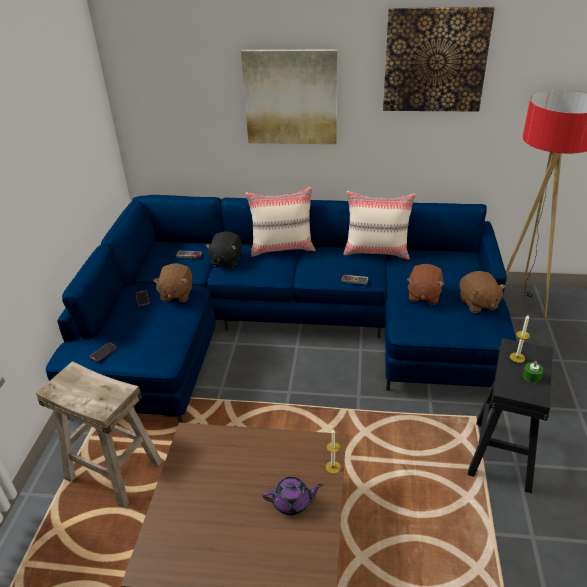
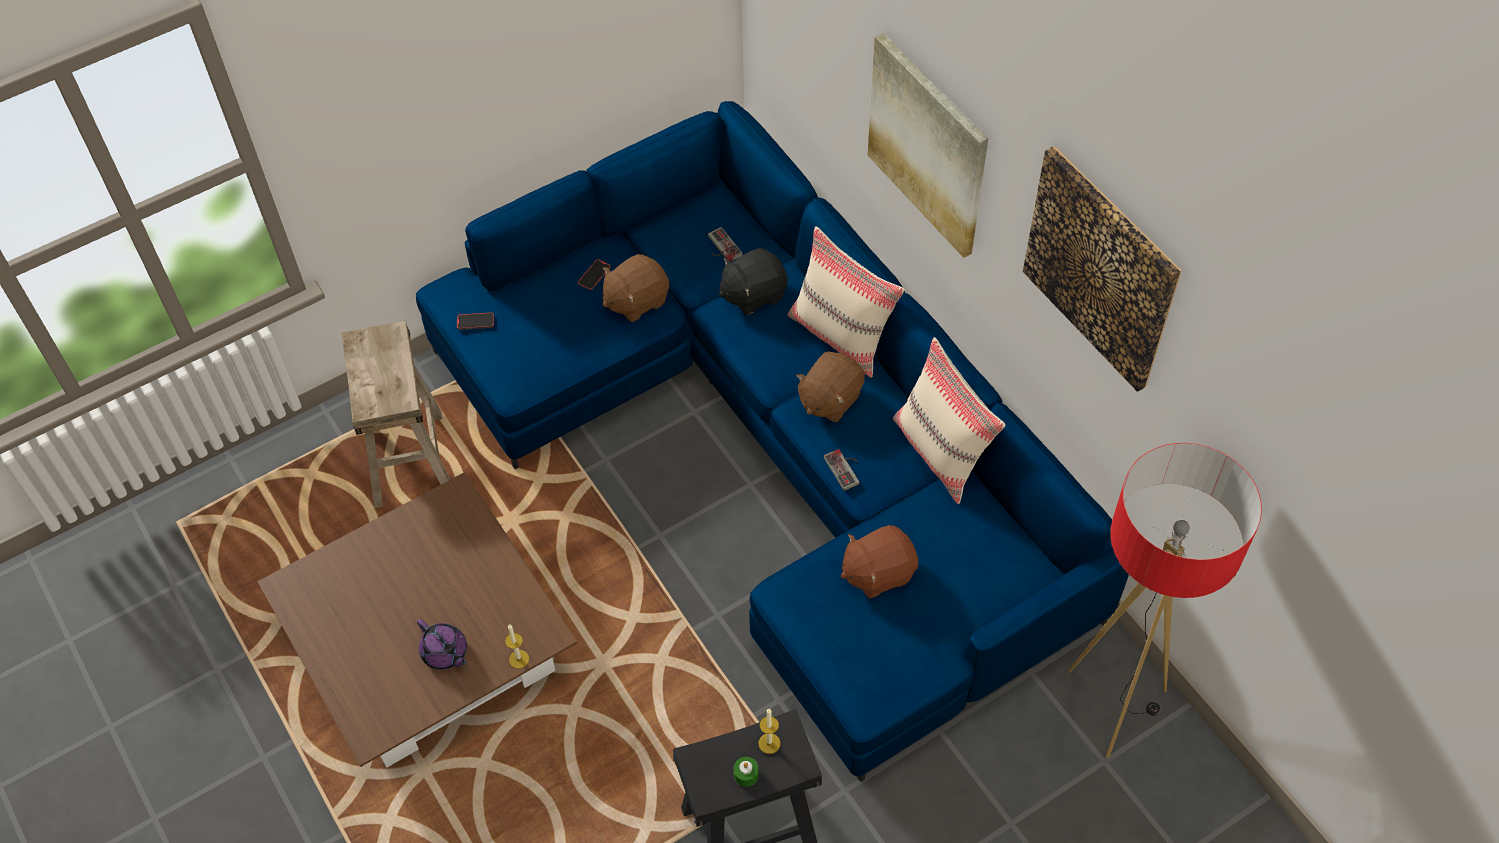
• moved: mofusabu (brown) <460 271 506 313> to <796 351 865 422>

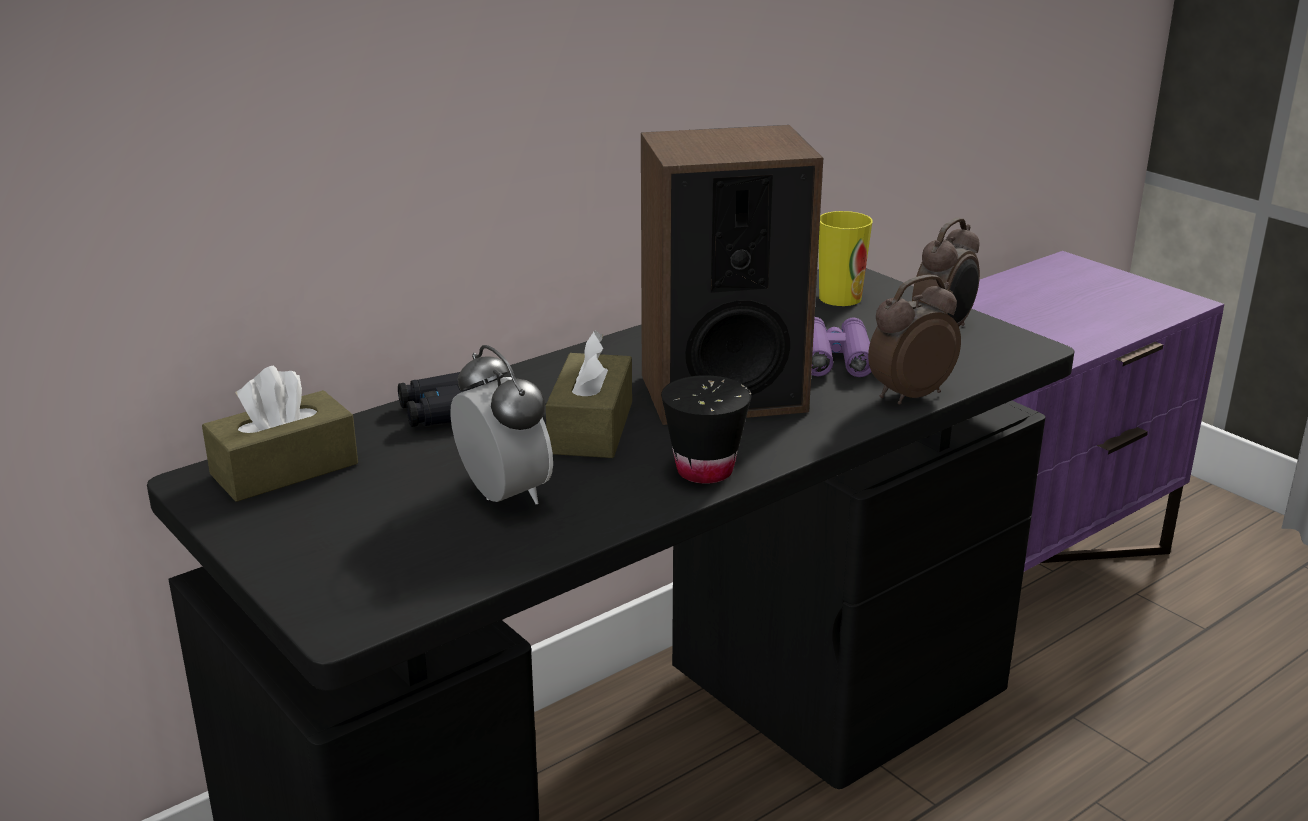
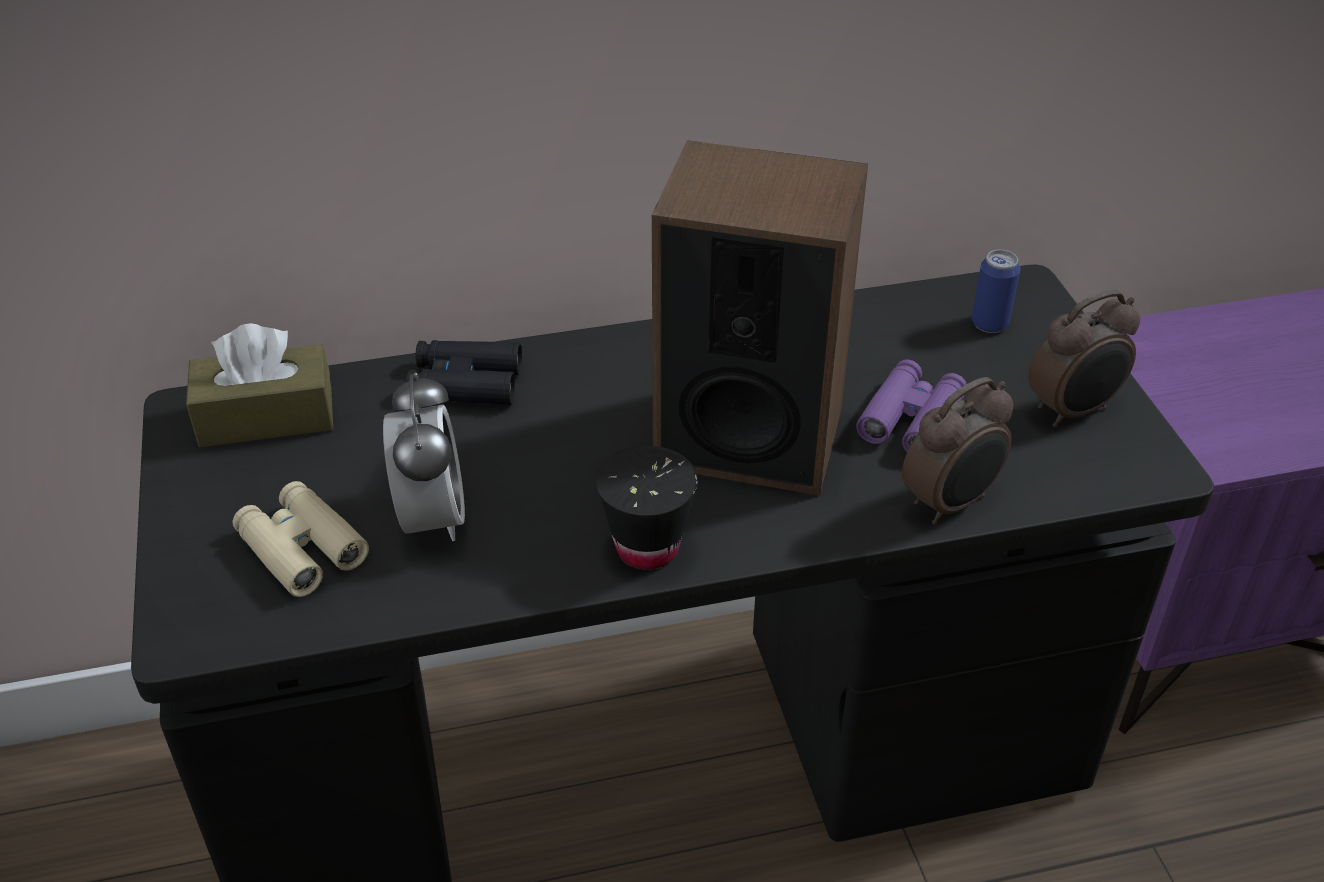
• removed: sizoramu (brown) <546 330 632 458>
• added: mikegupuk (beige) <232 481 369 597>
• replaced: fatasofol <819 211 873 306> to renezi <972 250 1020 333>
• turned: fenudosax <868 274 961 405> = <902 377 1013 525> 150 degrees clockwise

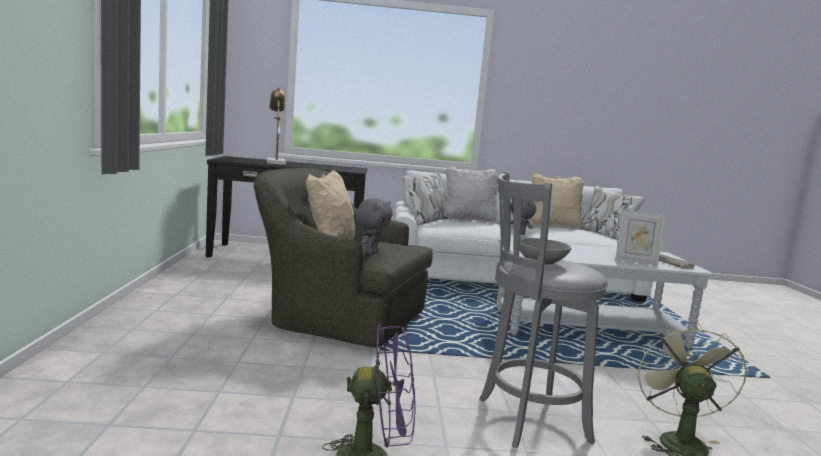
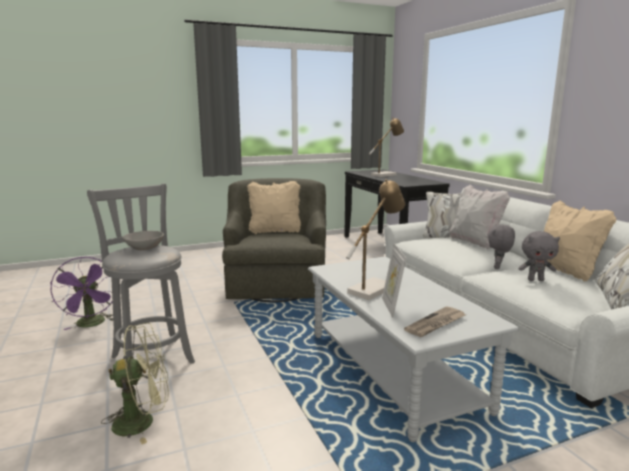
• added: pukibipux <346 179 405 300>
• moved: mofusabu (grey) <356 198 393 254> to <518 231 560 281>

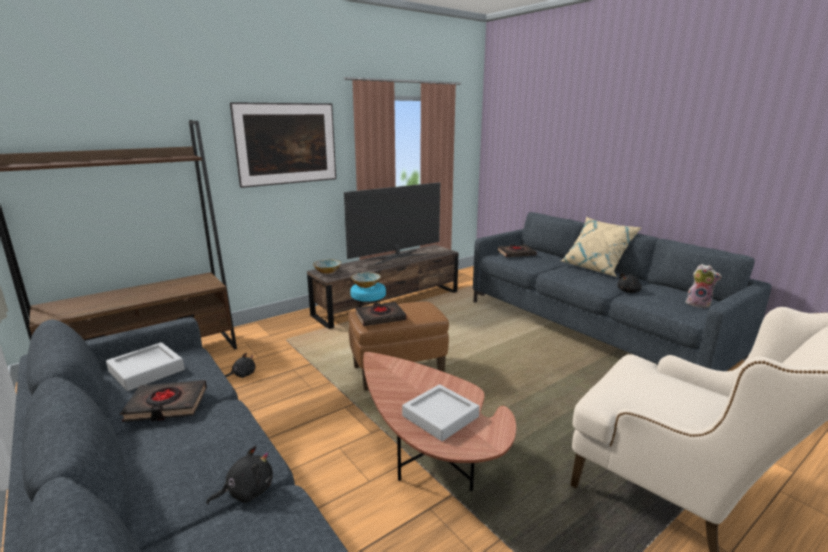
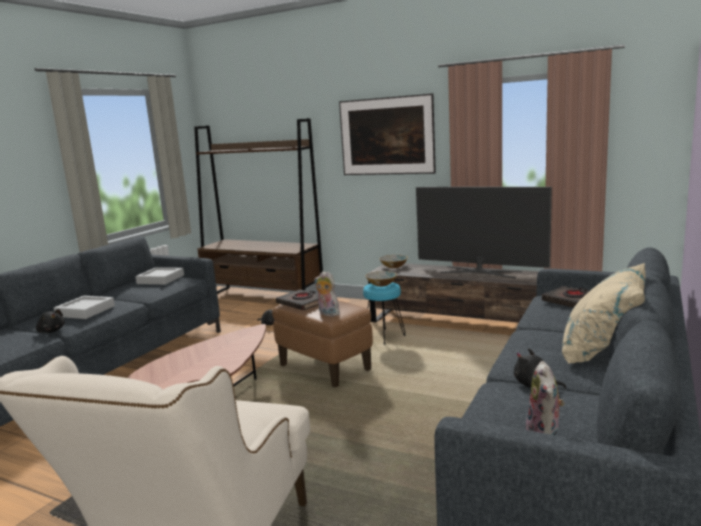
• removed: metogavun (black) <120 380 207 422>
• added: mofusabu <315 271 340 317>
• moved: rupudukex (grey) <402 384 480 441> to <54 296 115 319>

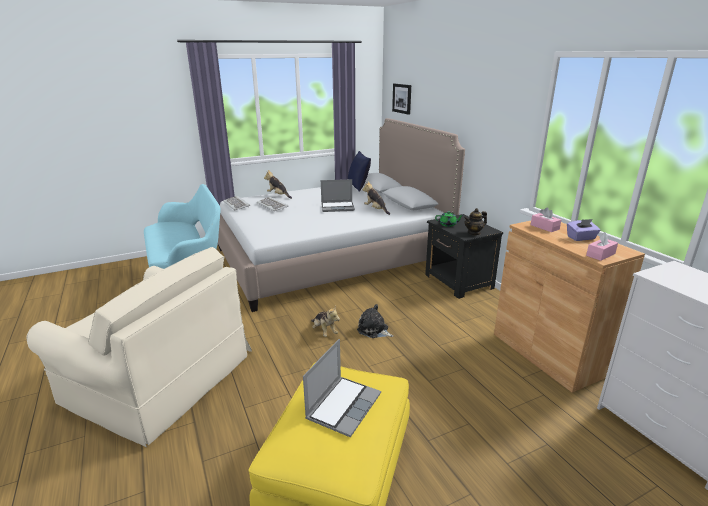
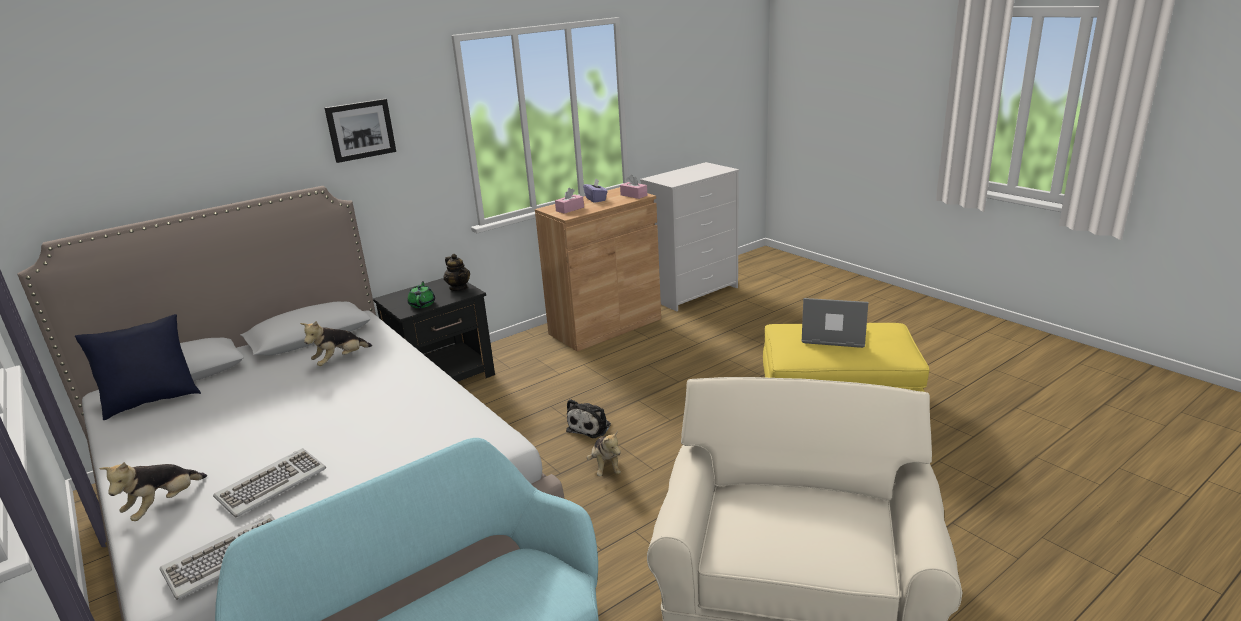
• removed: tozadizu <321 179 355 212>
• moved: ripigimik <392 84 411 115> to <324 99 396 163>
• turned: mofusabu <311 306 340 337> = <587 430 621 476> 120 degrees clockwise

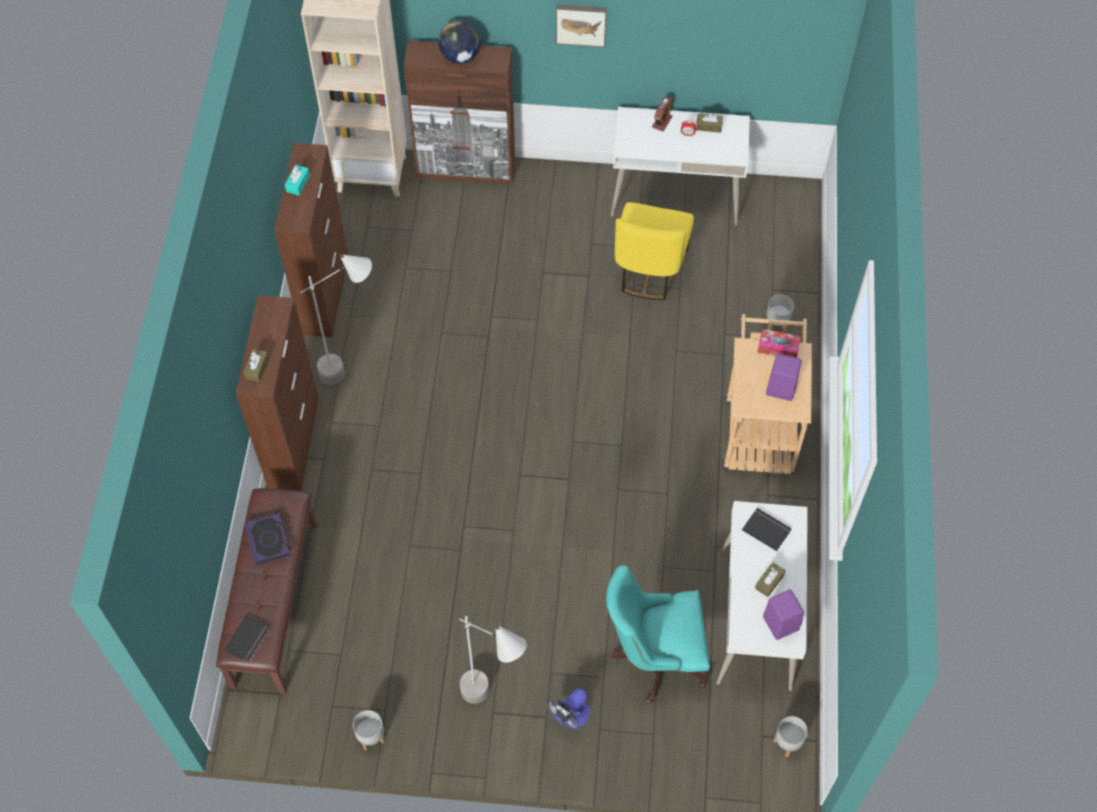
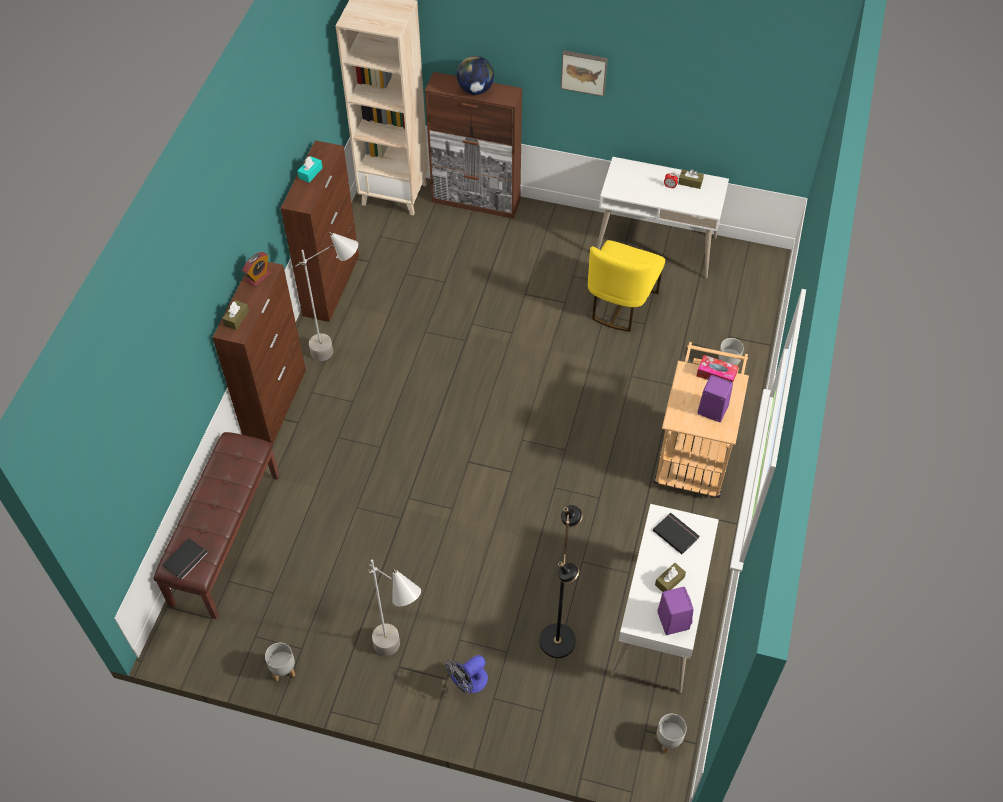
• removed: metogavun <245 513 291 566>
• moved: fenudosax <652 97 673 132> to <242 252 271 287>
• replaced: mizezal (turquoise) <606 565 710 704> to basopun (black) <539 505 583 658>

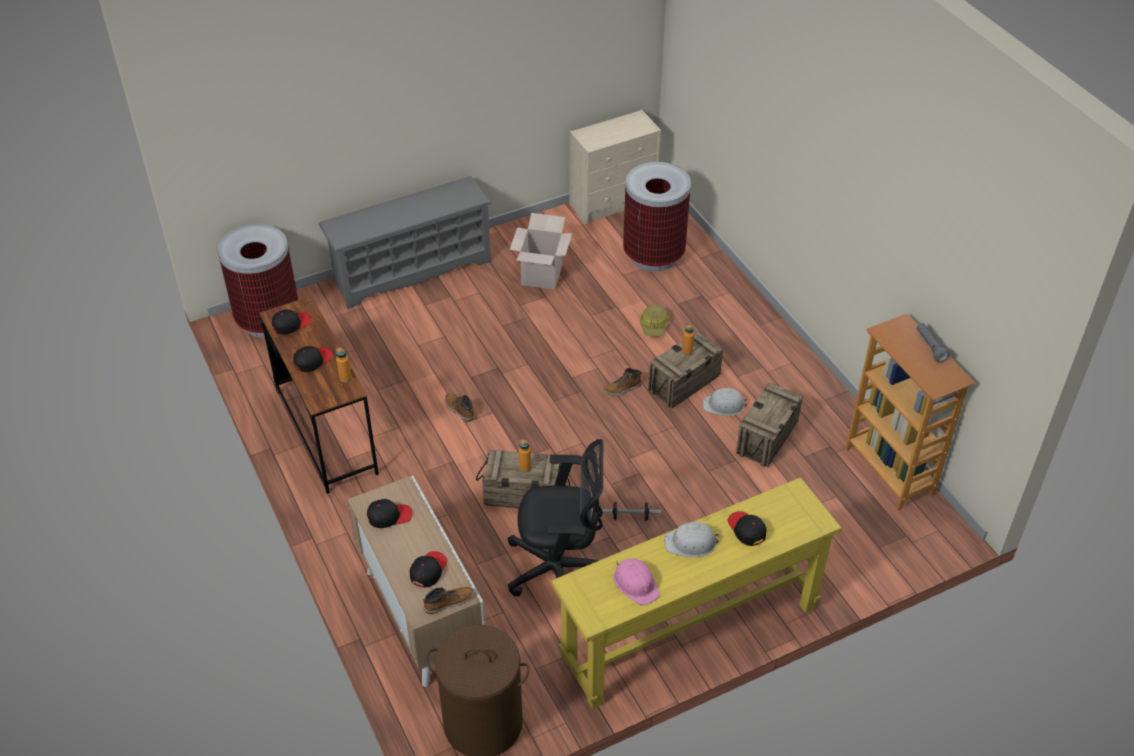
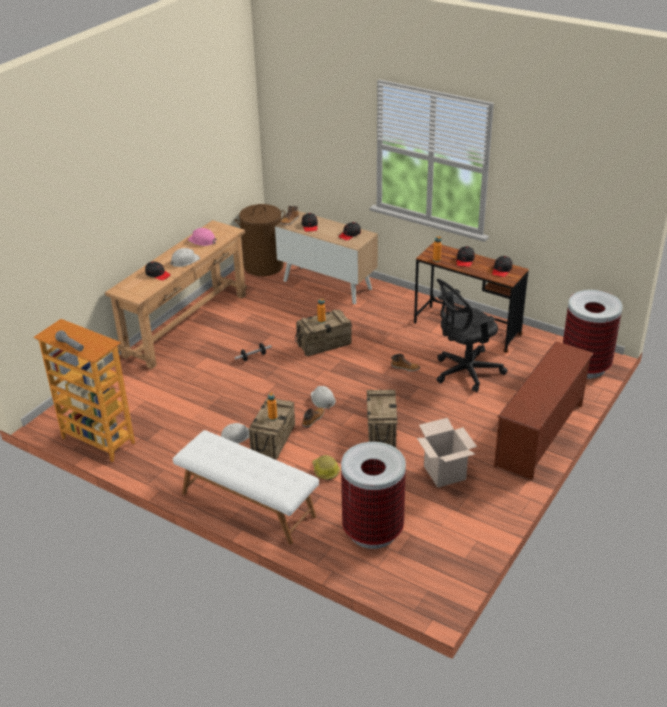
• removed: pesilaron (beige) <570 110 661 226>
• added: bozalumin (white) <173 430 319 545>
• added: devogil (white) <311 386 336 409>
• moved: mizezal (black) <508 439 603 596> to <436 279 508 392>
• moved: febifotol <736 382 803 467> to <367 389 398 448>
• recoloured: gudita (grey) <318 176 492 309> to gudita (brown) <494 341 594 480>
• recoloured: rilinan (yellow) <551 477 842 709> to rilinan (brown) <105 220 247 369>

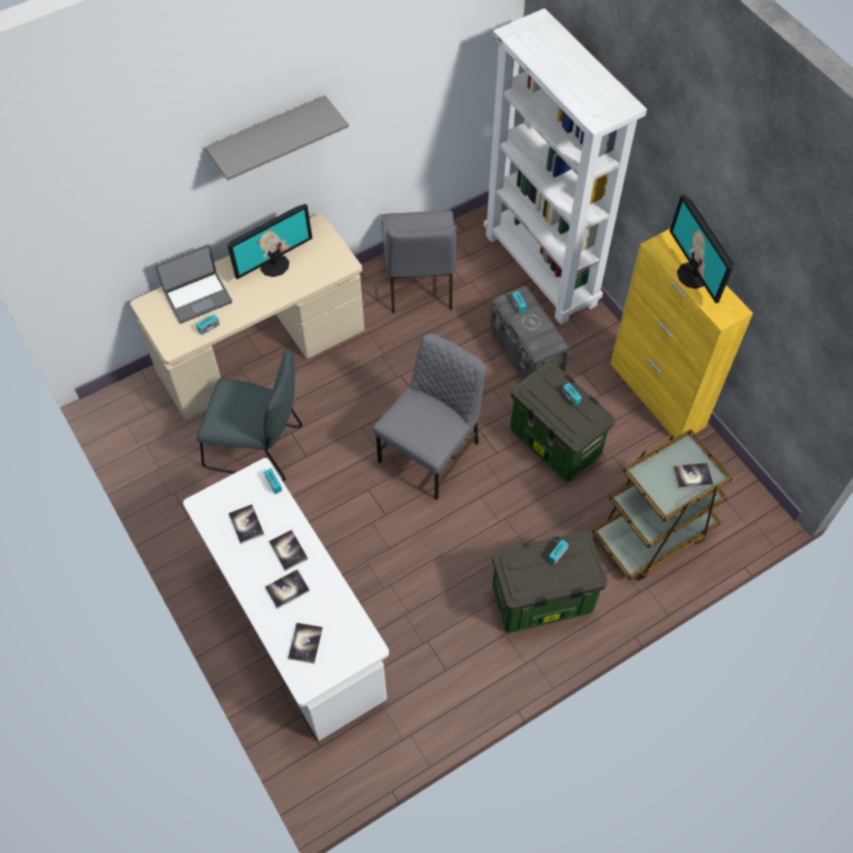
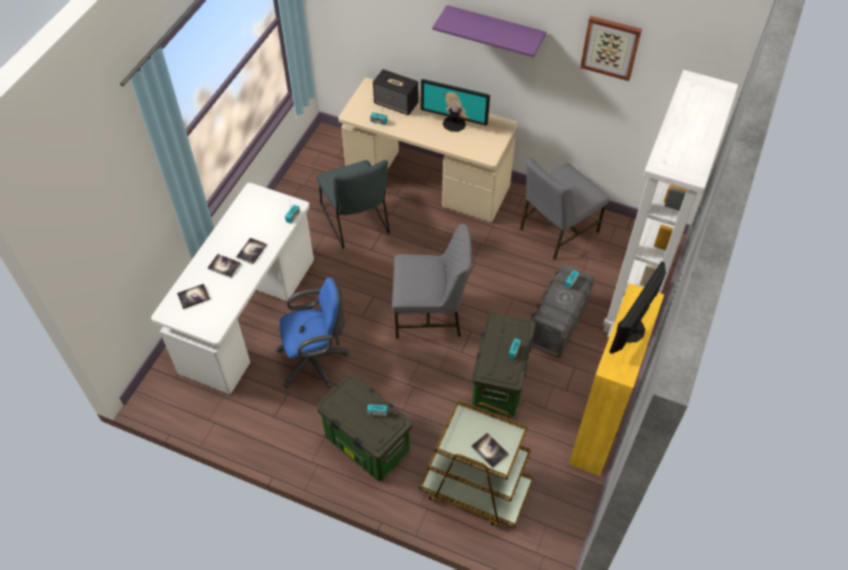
• removed: metogavun <228 504 264 544>
• added: mizezal (blue) <276 277 349 388>
• added: ripigimik <580 16 642 81>
• replaced: tozadizu <155 244 232 324> to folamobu <373 69 418 115>
• recoloured: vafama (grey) <205 95 349 181> to vafama (purple) <432 5 546 57>

